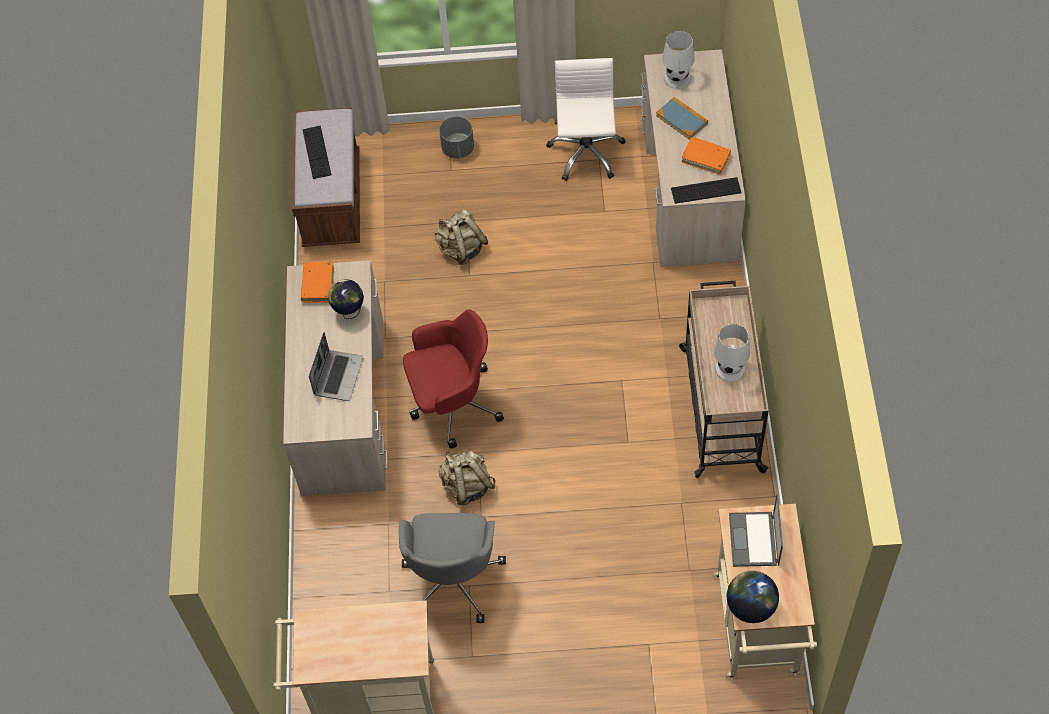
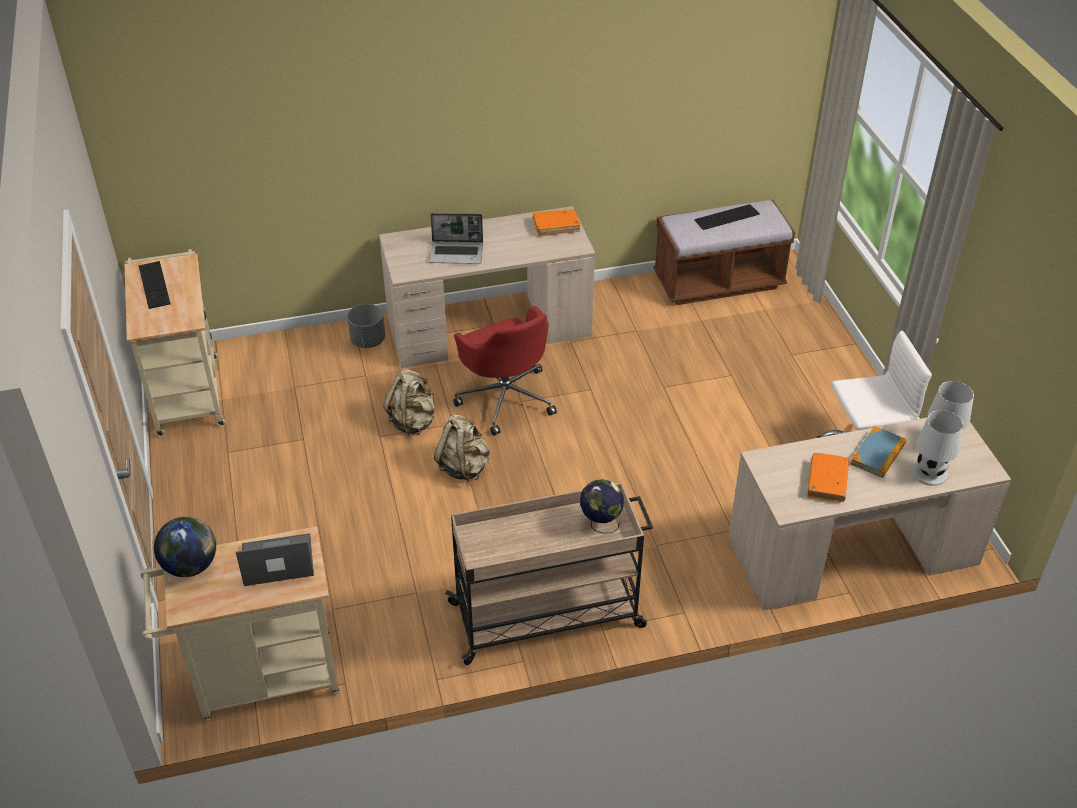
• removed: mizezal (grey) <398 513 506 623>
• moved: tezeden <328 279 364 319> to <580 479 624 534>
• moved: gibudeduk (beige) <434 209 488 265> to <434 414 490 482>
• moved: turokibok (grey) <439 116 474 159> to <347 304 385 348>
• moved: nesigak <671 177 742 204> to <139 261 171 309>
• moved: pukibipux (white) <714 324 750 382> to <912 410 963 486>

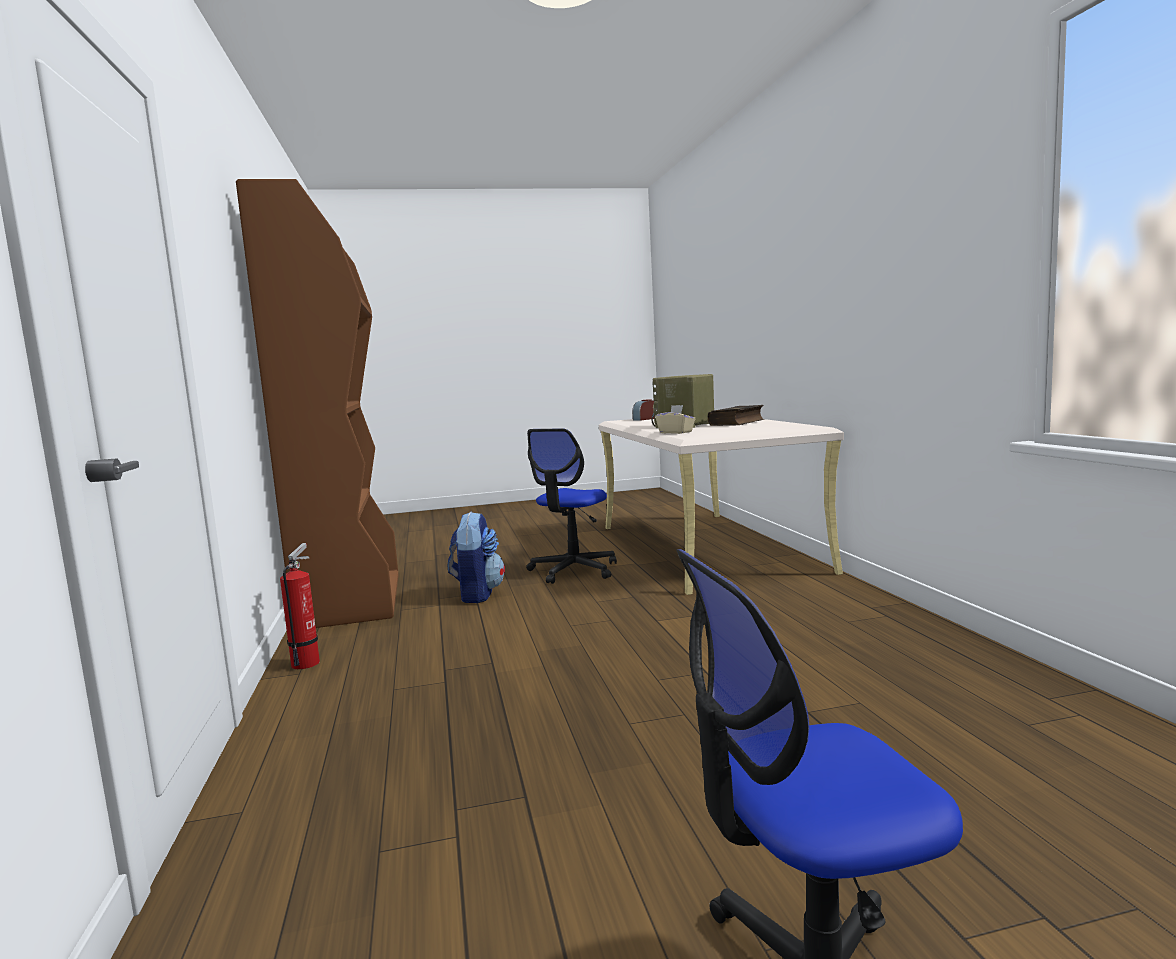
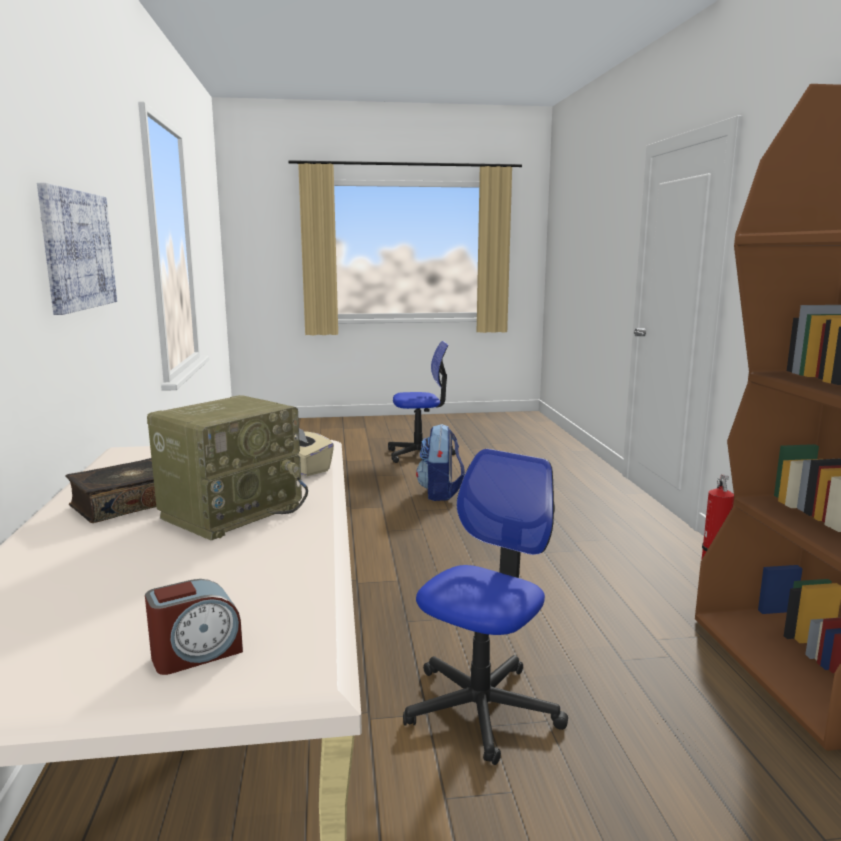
• added: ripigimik <37 183 117 315>
• moved: gibudeduk <448 512 505 603> to <416 424 465 501>

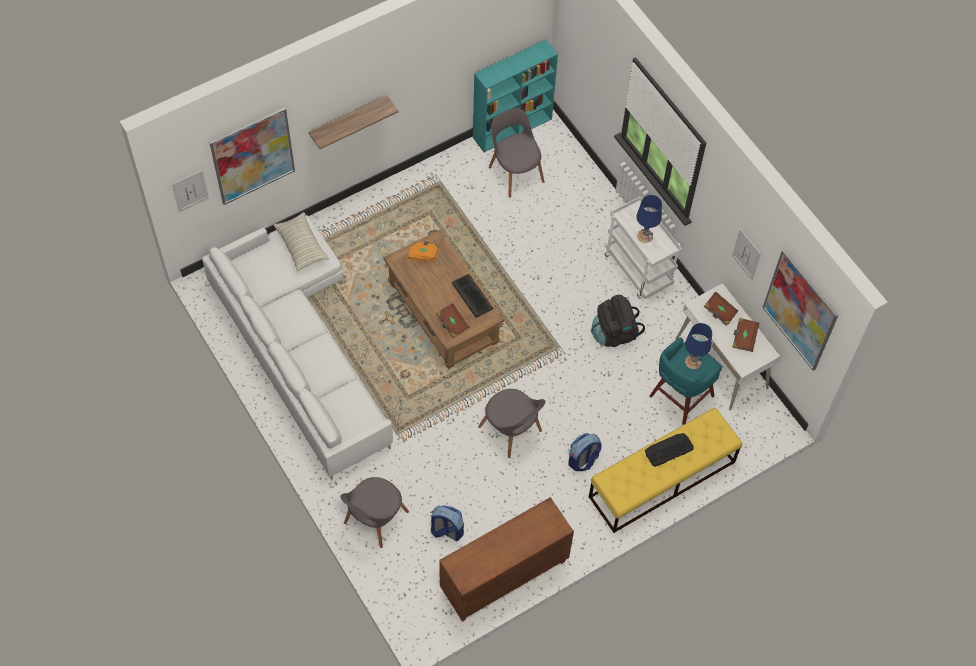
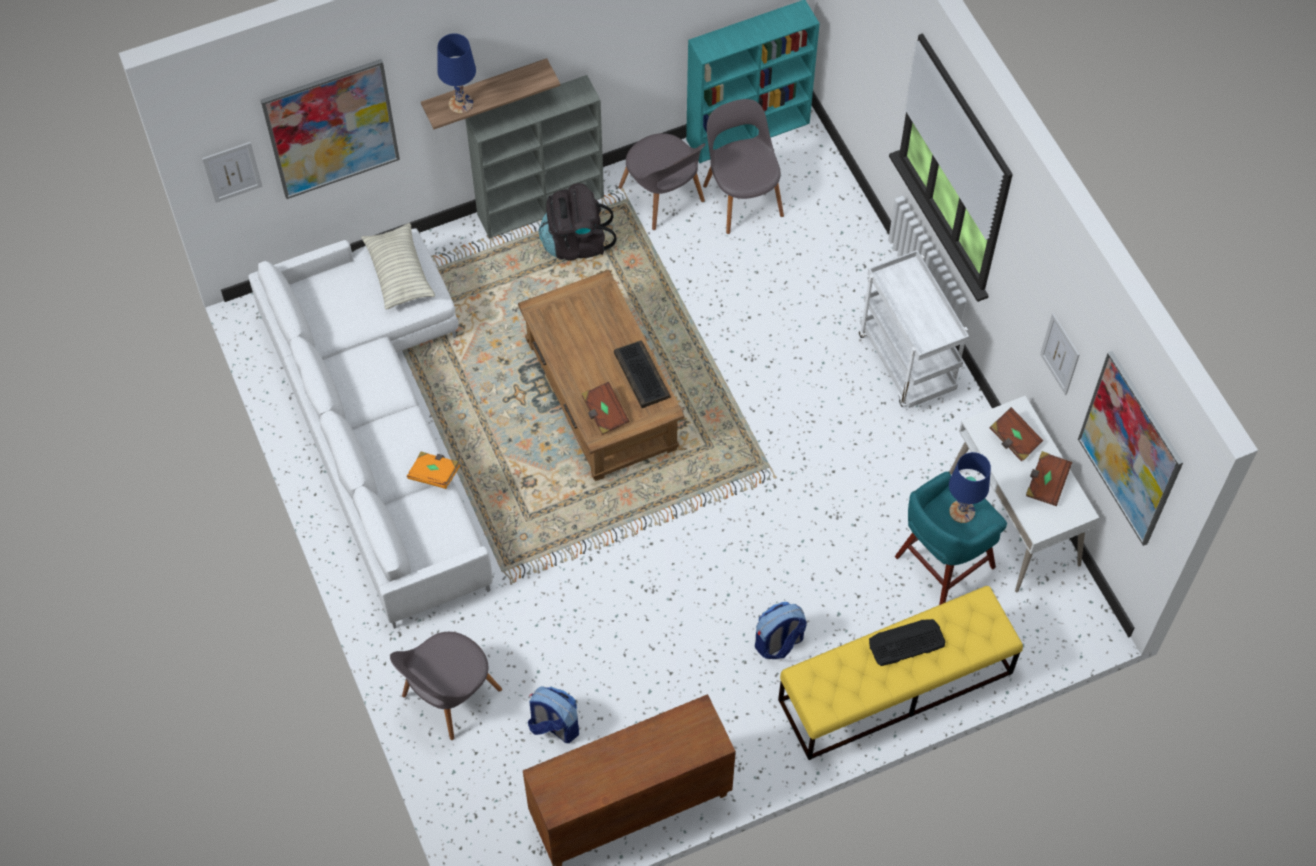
• added: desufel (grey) <465 75 604 238>
• moved: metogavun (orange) <407 241 440 262> to <407 452 461 489>
• moved: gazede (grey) <478 389 545 458> to <618 133 706 230>
• moved: gibudeduk (black) <591 295 645 347> to <538 183 617 261>
• moved: pukibipux (blue) <636 195 662 243> to <437 33 476 114>

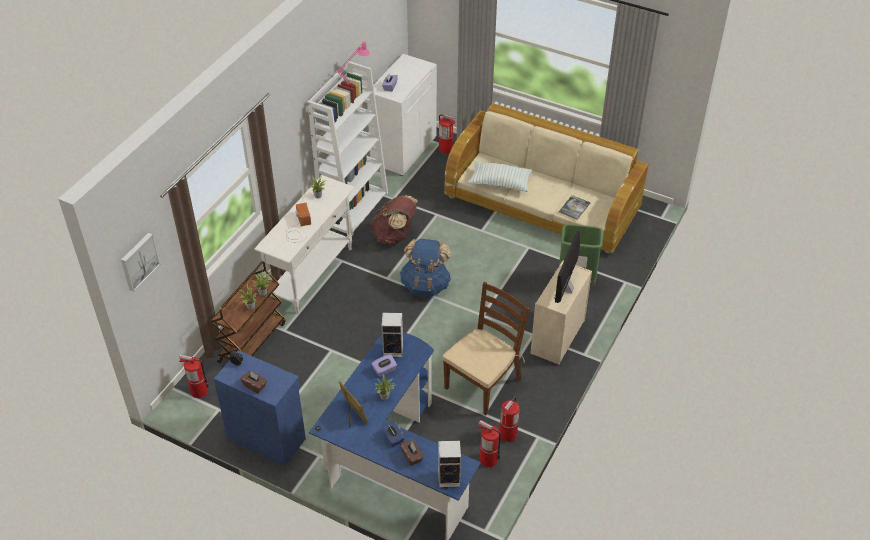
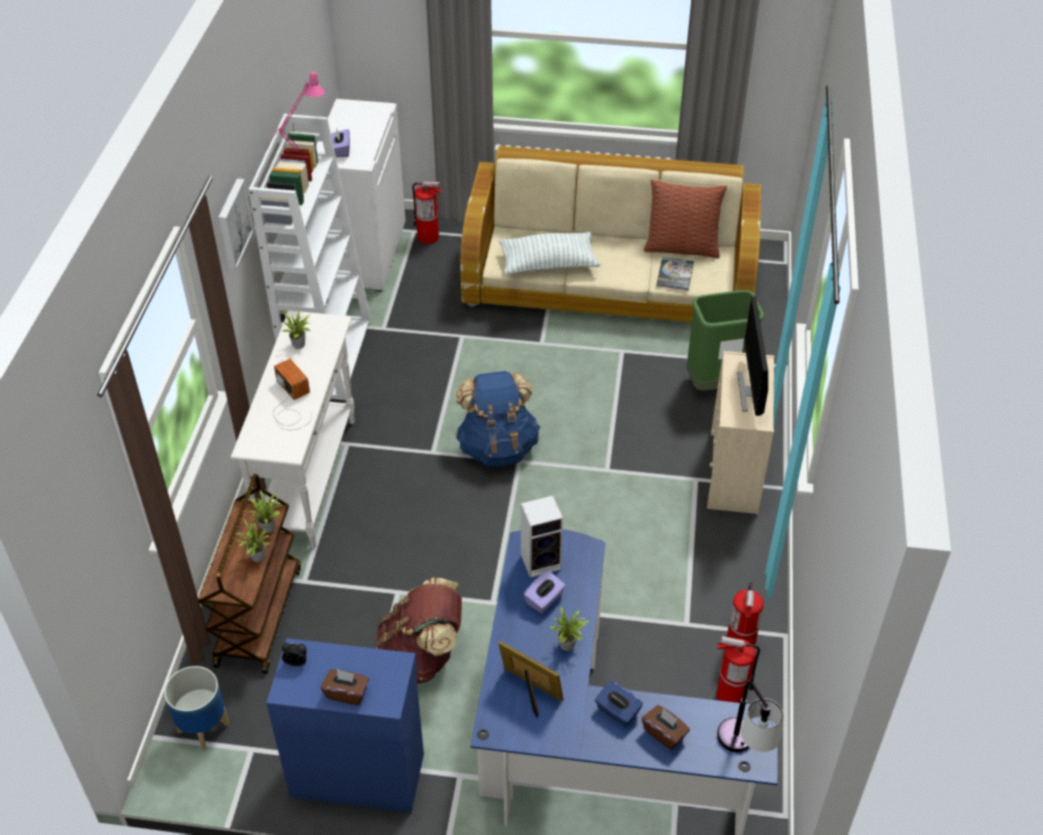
• removed: gazede (brown) <443 282 530 415>
• added: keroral <644 179 727 258>
• moved: ripigimik <121 233 161 292> to <218 178 254 270>
• moved: gibudeduk (brown) <370 195 418 245> to <376 577 462 684>
• replaced: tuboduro <179 354 210 398> to turokibok <164 666 229 750>
• replaced: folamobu <438 441 461 487> to pukibipux <717 681 784 752>

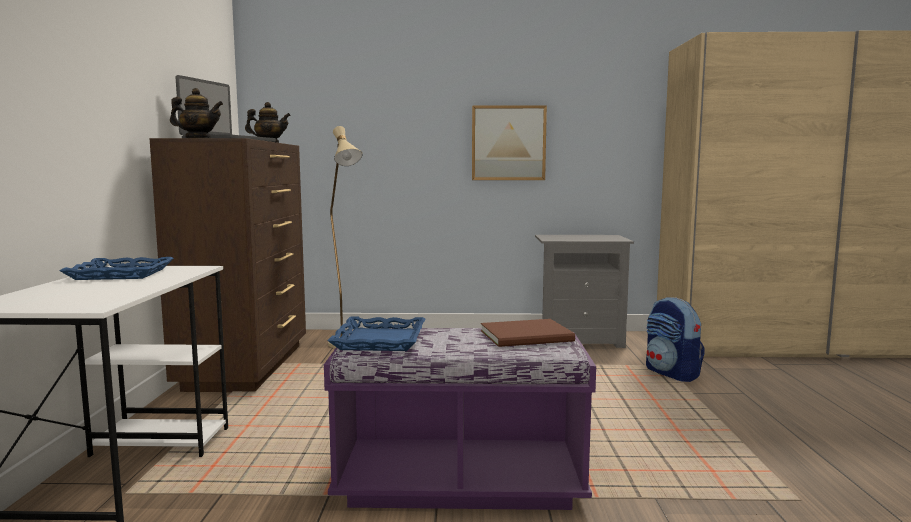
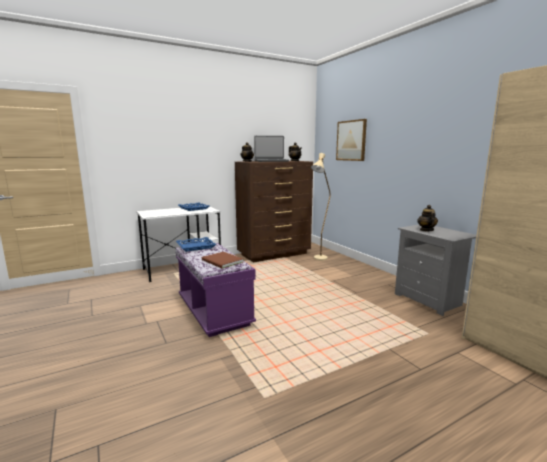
• removed: gibudeduk <646 297 704 382>
• added: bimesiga <418 205 438 231>
• moved: ripigimik <472 105 547 180> to <336 119 367 161>

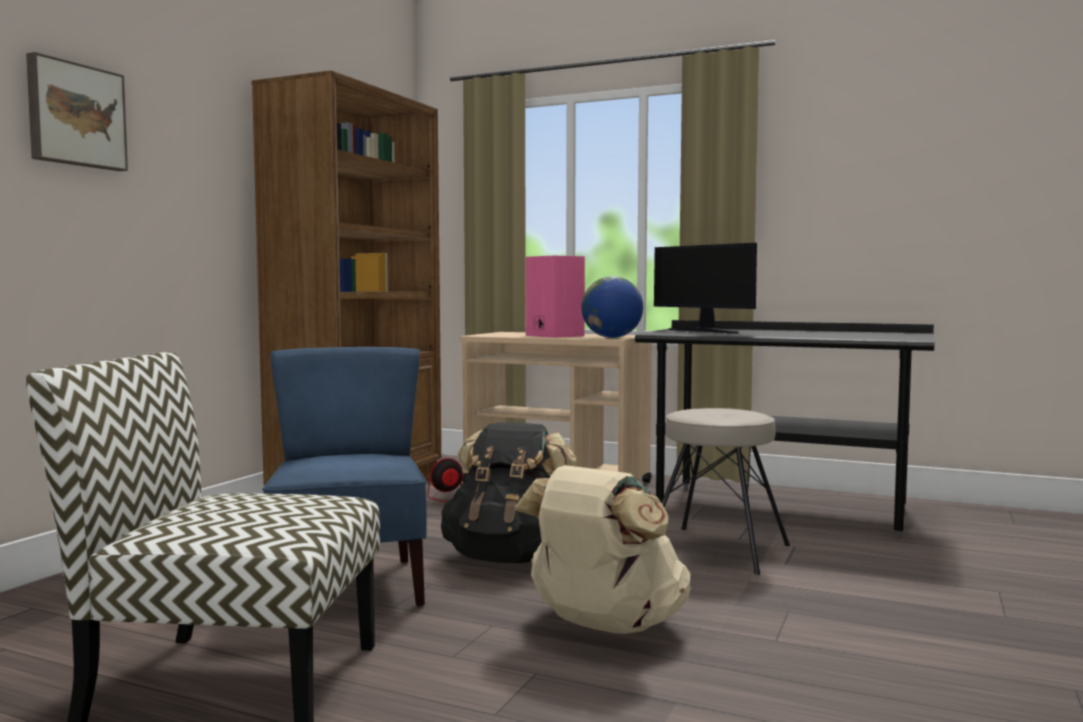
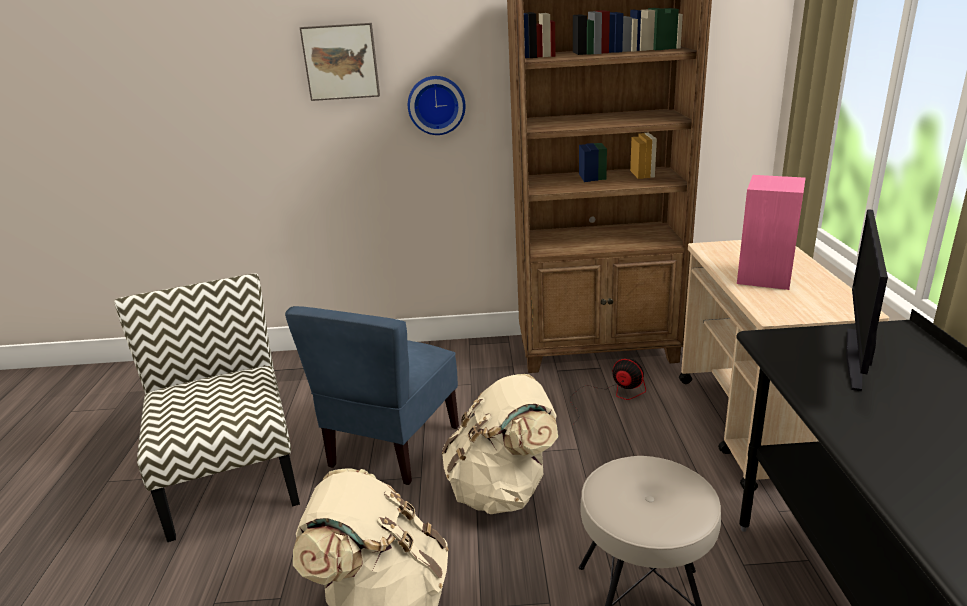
• removed: tezeden <581 276 643 338>
• added: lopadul <408 76 466 135>
• recoloured: gibudeduk (black) <441 422 577 563> to gibudeduk (beige) <442 374 558 514>
• turned: gazede (blue) <262 347 427 607> = <285 306 459 485> 150 degrees clockwise

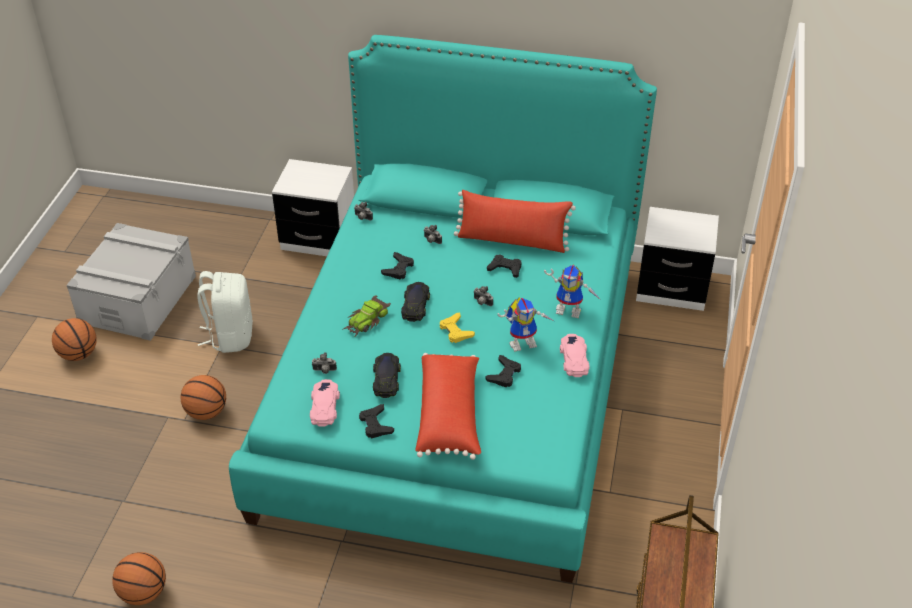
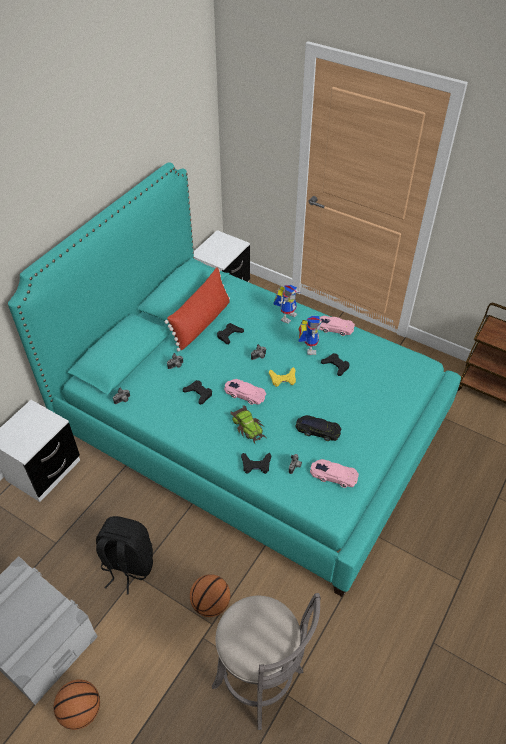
• removed: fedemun <112 552 166 605>
• removed: keroral (red) <415 353 481 460>
• added: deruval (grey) <212 593 321 730>
• moved: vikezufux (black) <359 404 394 438> to <241 453 271 474>
• recoloured: gibudeduk (white) <197 271 253 353> to gibudeduk (black) <96 516 153 595>
• recoloured: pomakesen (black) <401 282 430 322> to pomakesen (pink) <224 379 266 405>

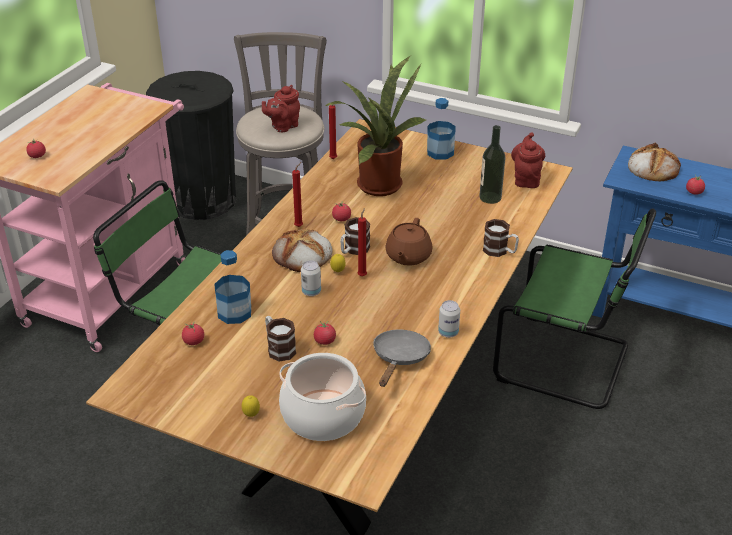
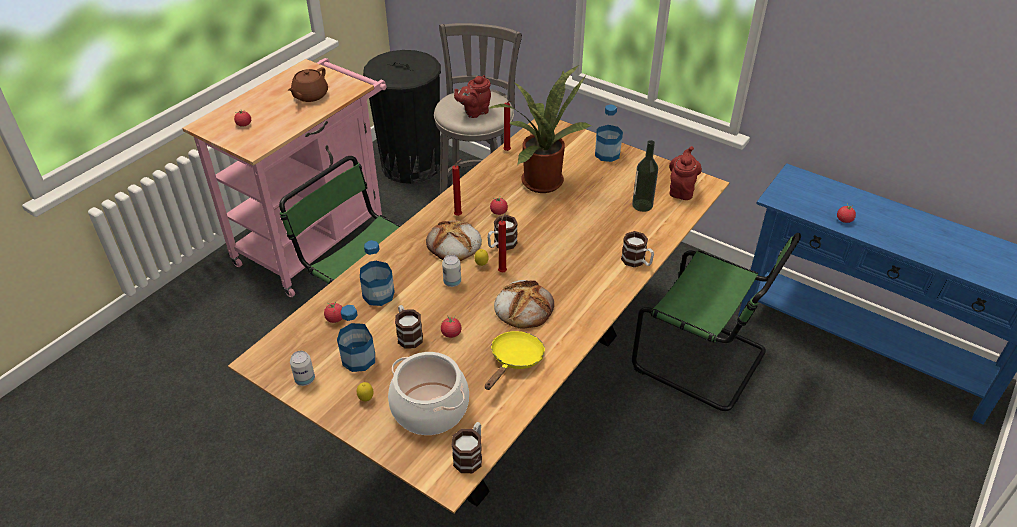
• added: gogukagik <337 305 375 372>
• added: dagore <452 422 482 473>
• moved: bimesiga (brown) <385 218 432 266> to <288 67 328 102>
• moved: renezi <438 300 460 338> to <290 351 315 386>
• moved: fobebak <628 143 681 182> to <494 280 554 329>
• recoloured: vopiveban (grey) <373 329 431 387> to vopiveban (yellow) <485 331 545 390>

